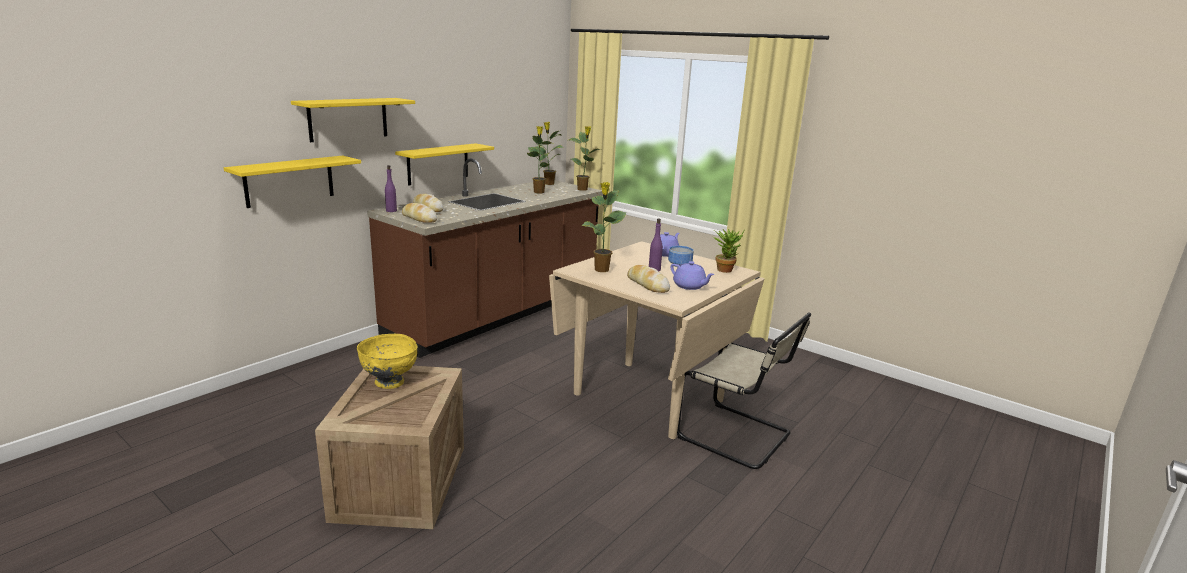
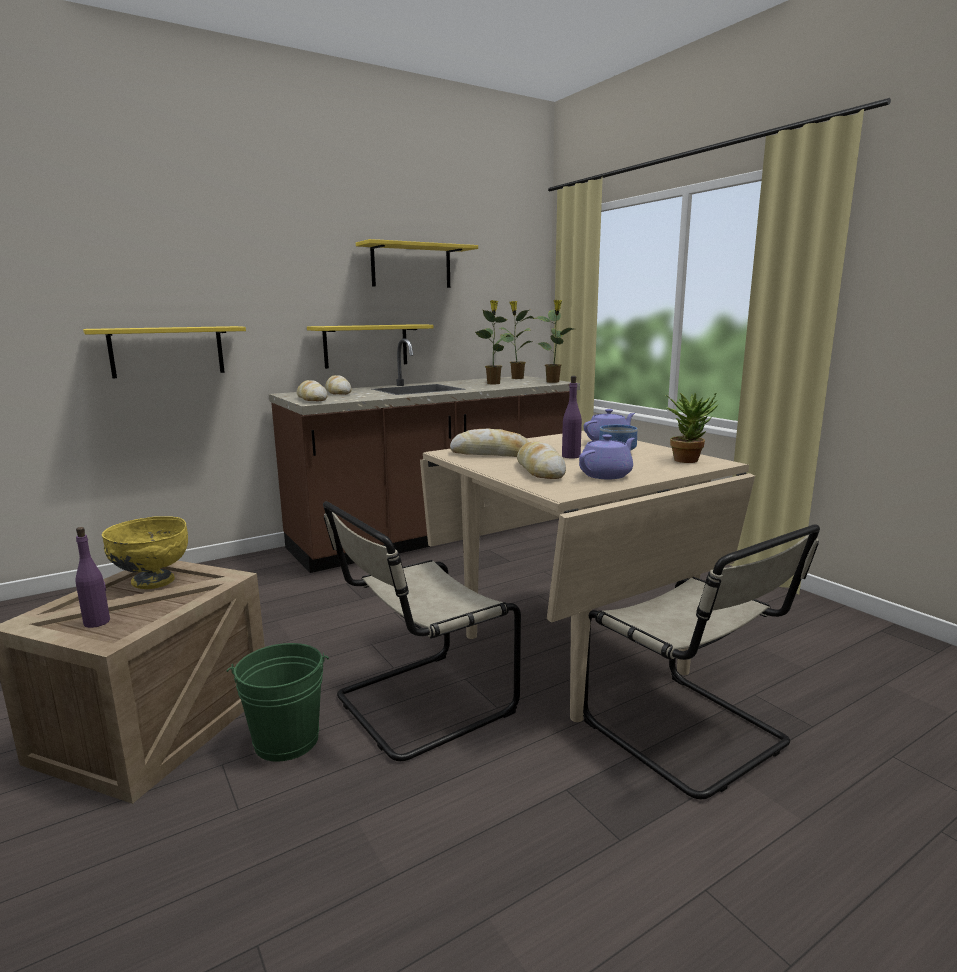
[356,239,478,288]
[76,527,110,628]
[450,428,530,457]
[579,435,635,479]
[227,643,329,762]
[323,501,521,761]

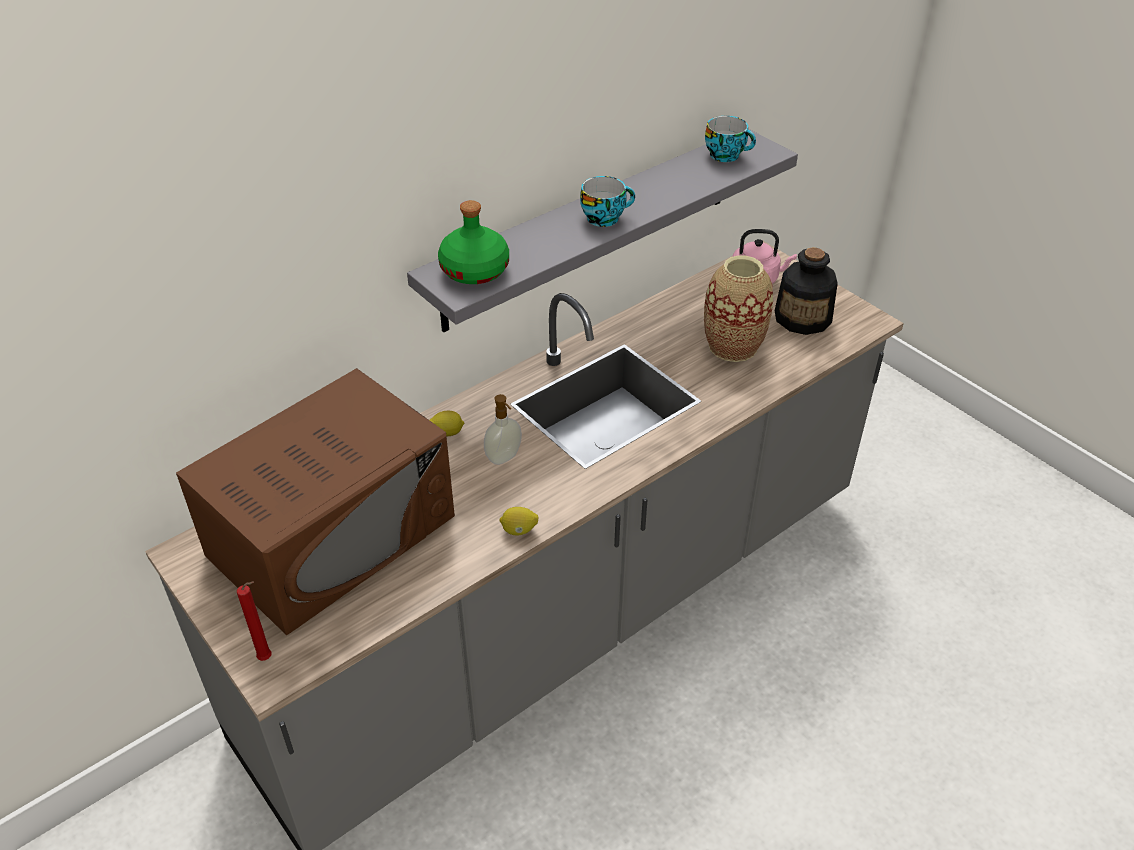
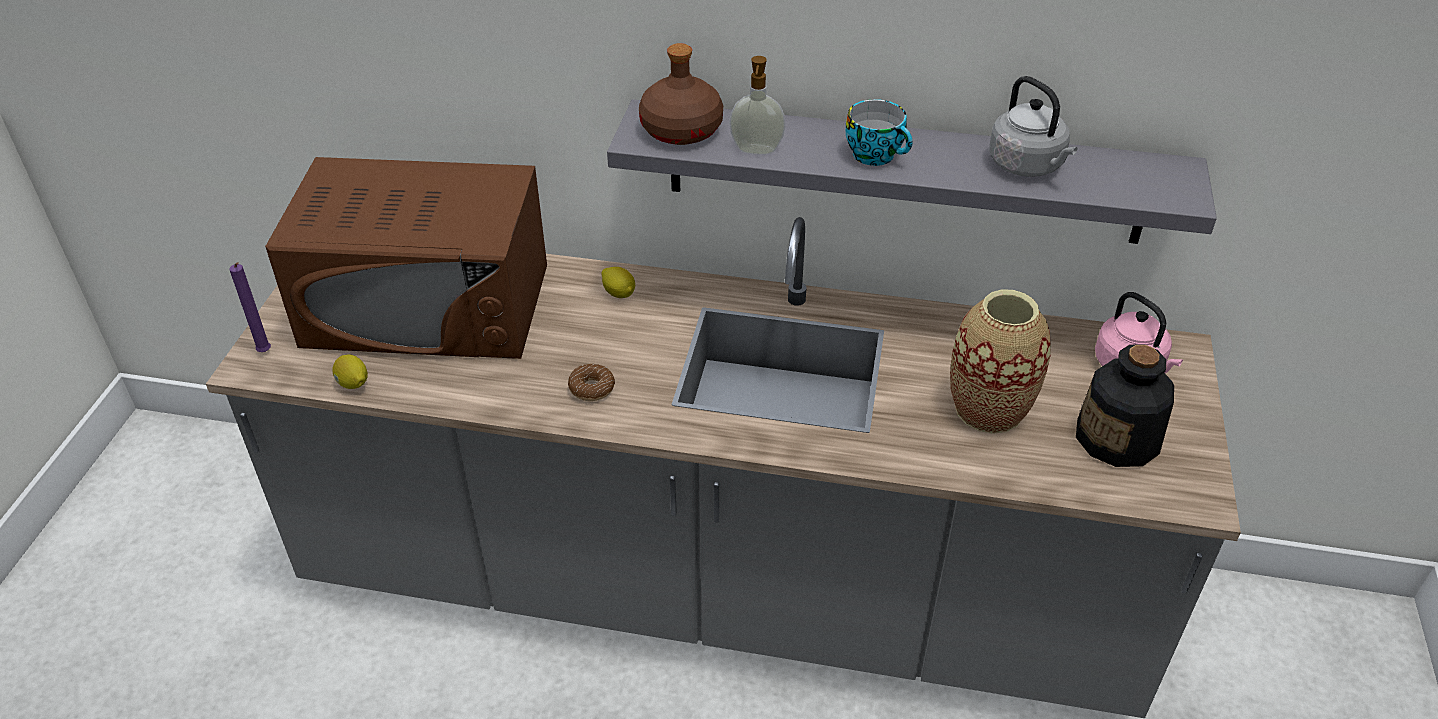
[229,262,271,352]
[639,43,723,145]
[729,56,786,155]
[332,354,368,389]
[705,116,756,162] (first image)
[568,364,615,401]
[989,76,1078,177]

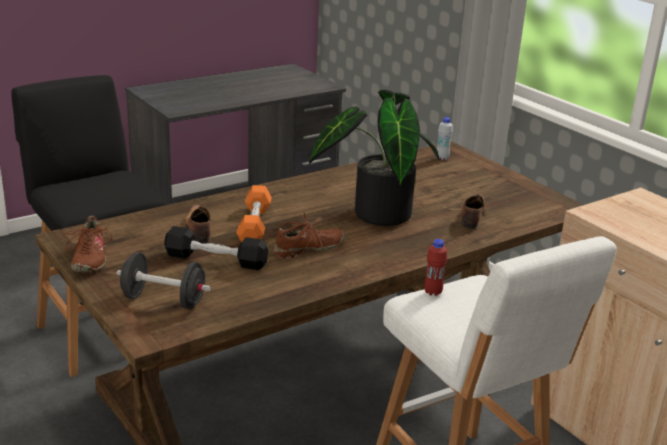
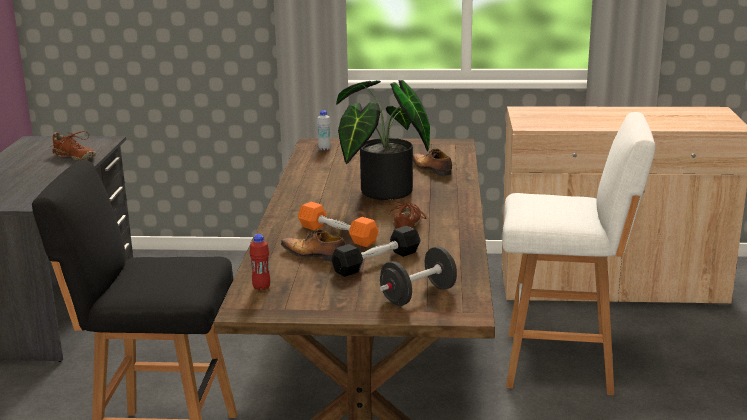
[50,131,96,161]
[250,234,270,290]

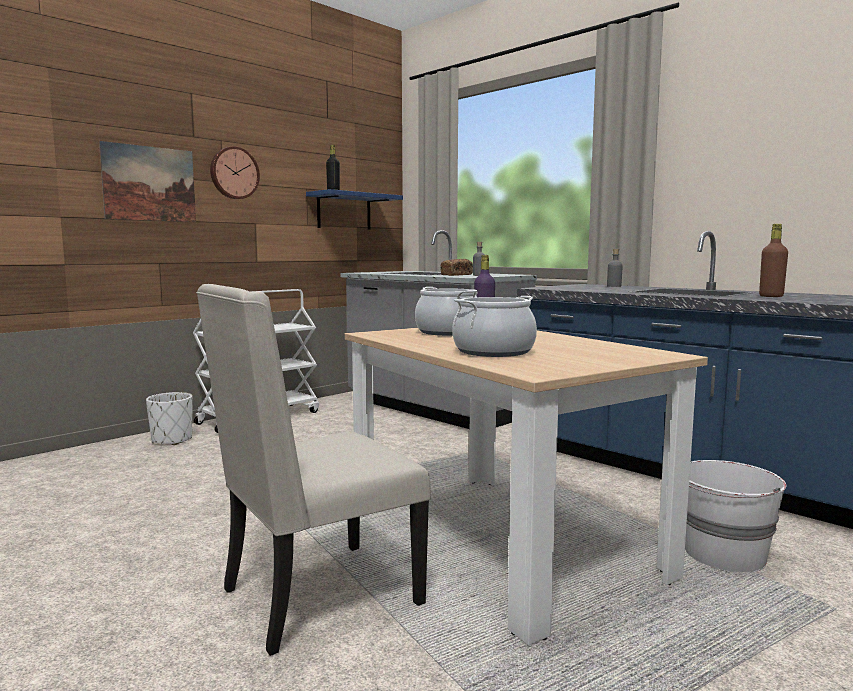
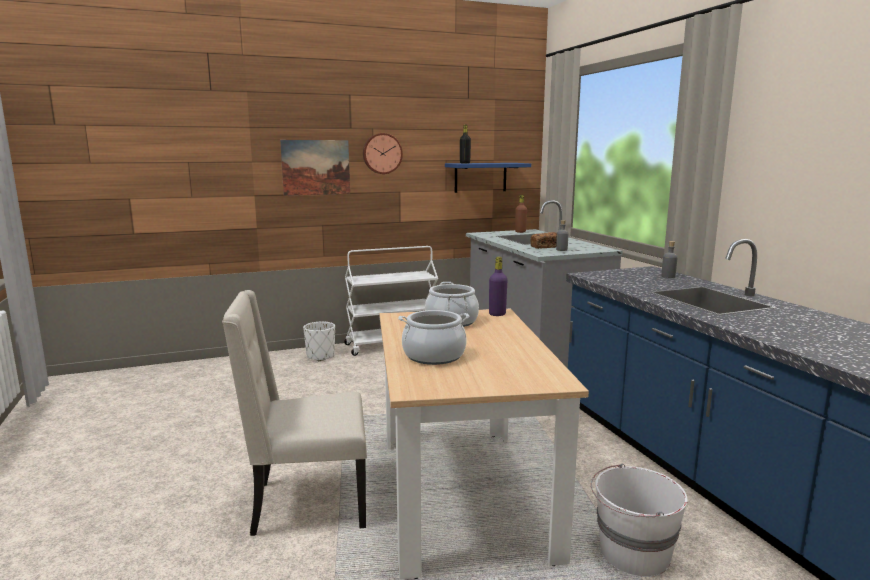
[515,195,527,233]

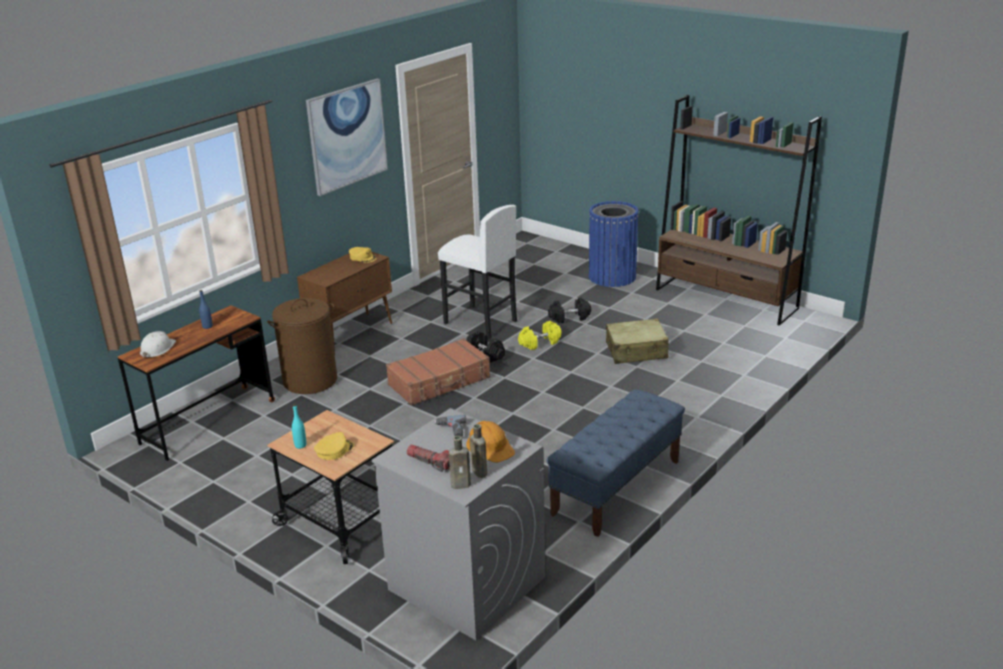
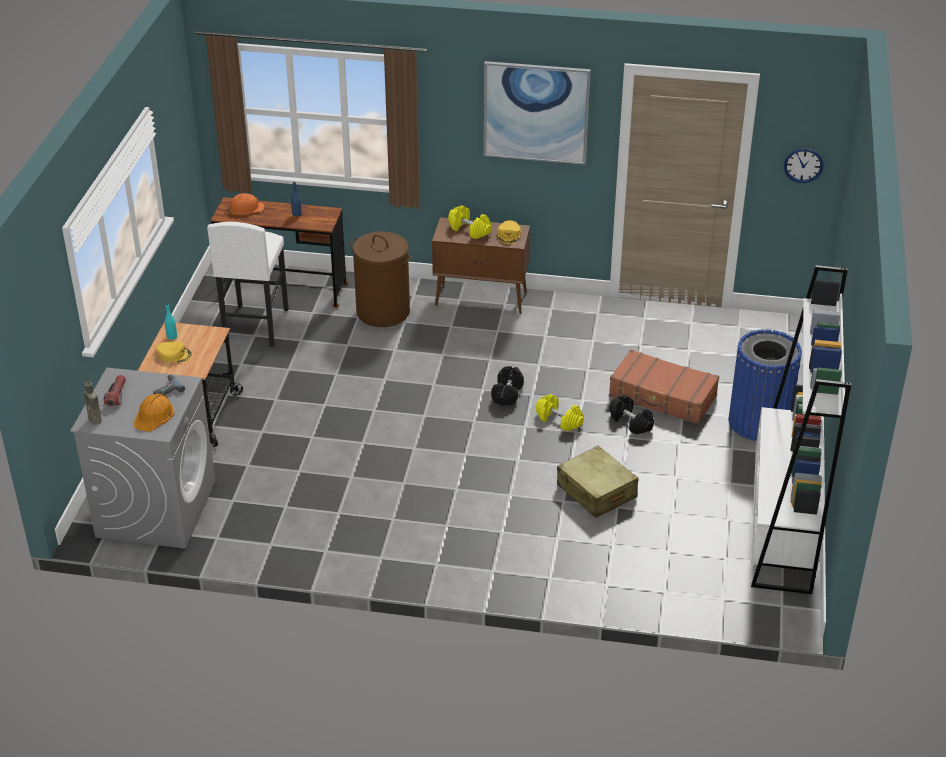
[226,193,264,215]
[609,349,719,424]
[207,222,288,347]
[470,424,487,478] (first image)
[547,389,685,537] (first image)
[751,265,852,594]
[448,205,492,239]
[784,148,823,183]

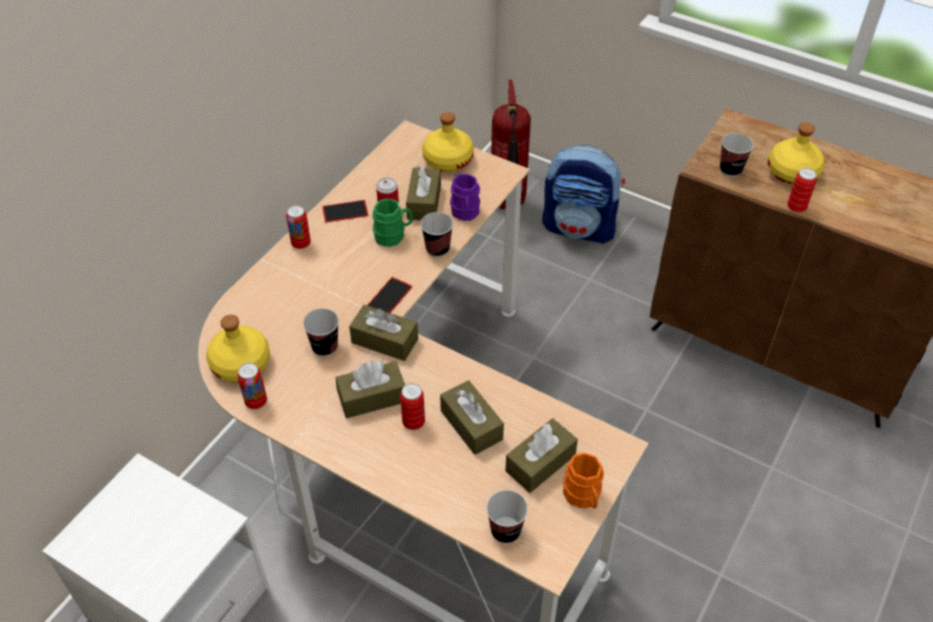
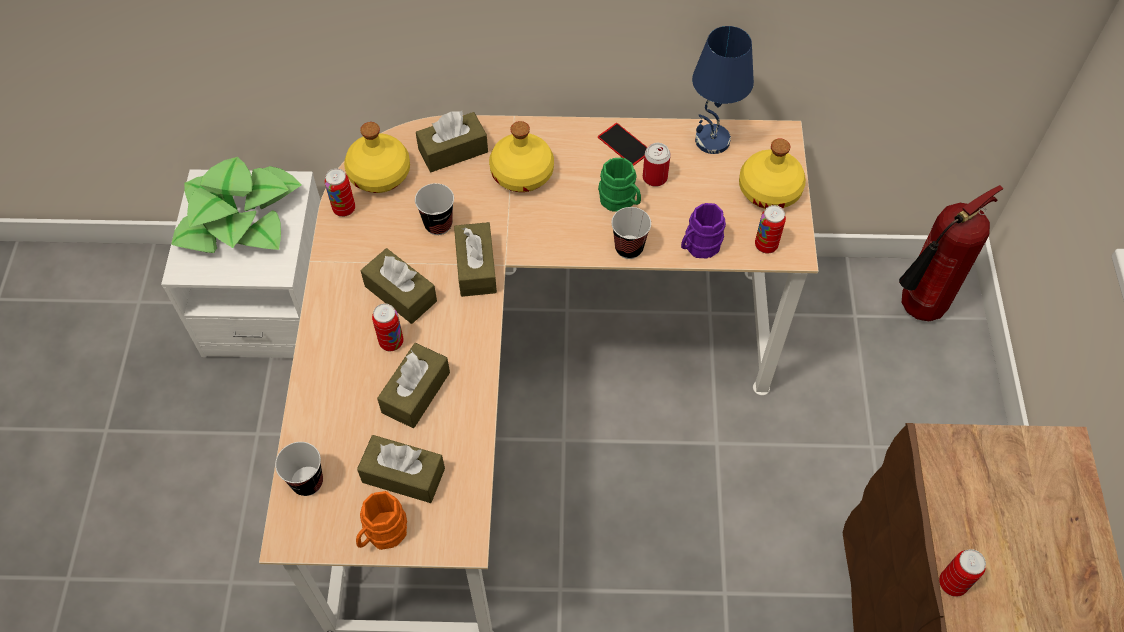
[755,205,786,253]
[367,277,412,313] (first image)
[416,111,488,172]
[542,146,625,244] (first image)
[720,133,754,177] (first image)
[489,121,554,192]
[171,157,301,253]
[692,26,754,154]

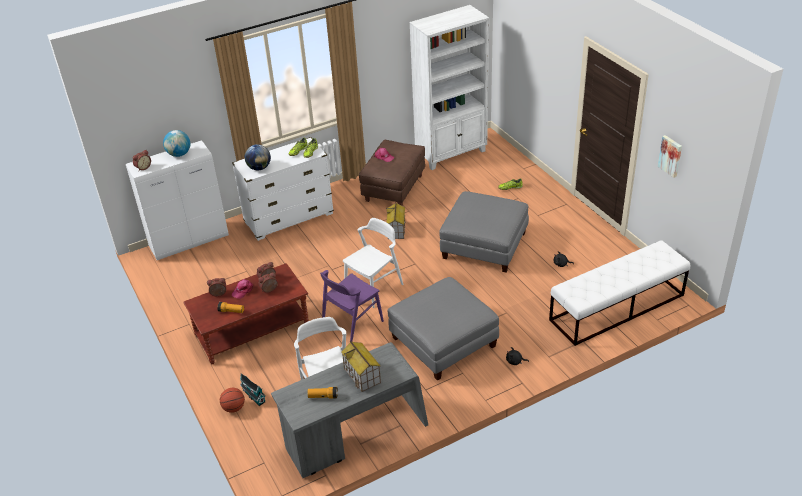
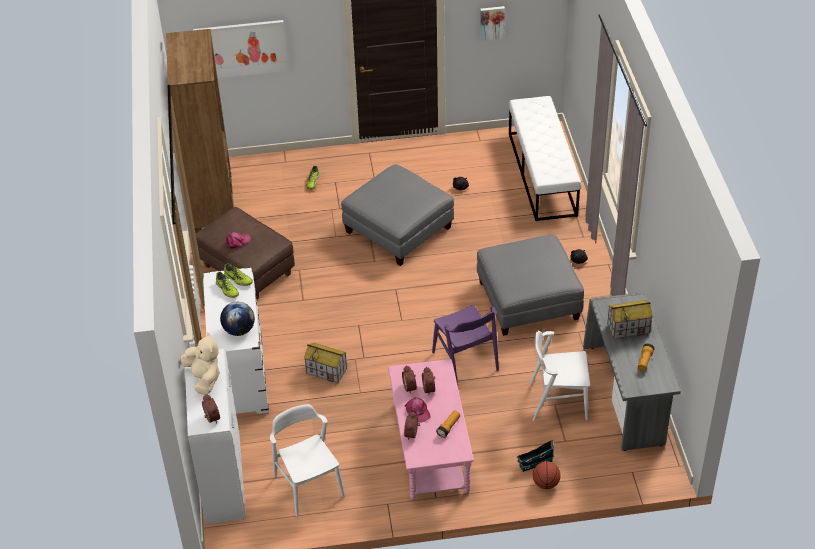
[181,332,220,395]
[388,359,474,500]
[270,404,345,516]
[304,343,347,383]
[166,29,234,234]
[193,20,288,78]

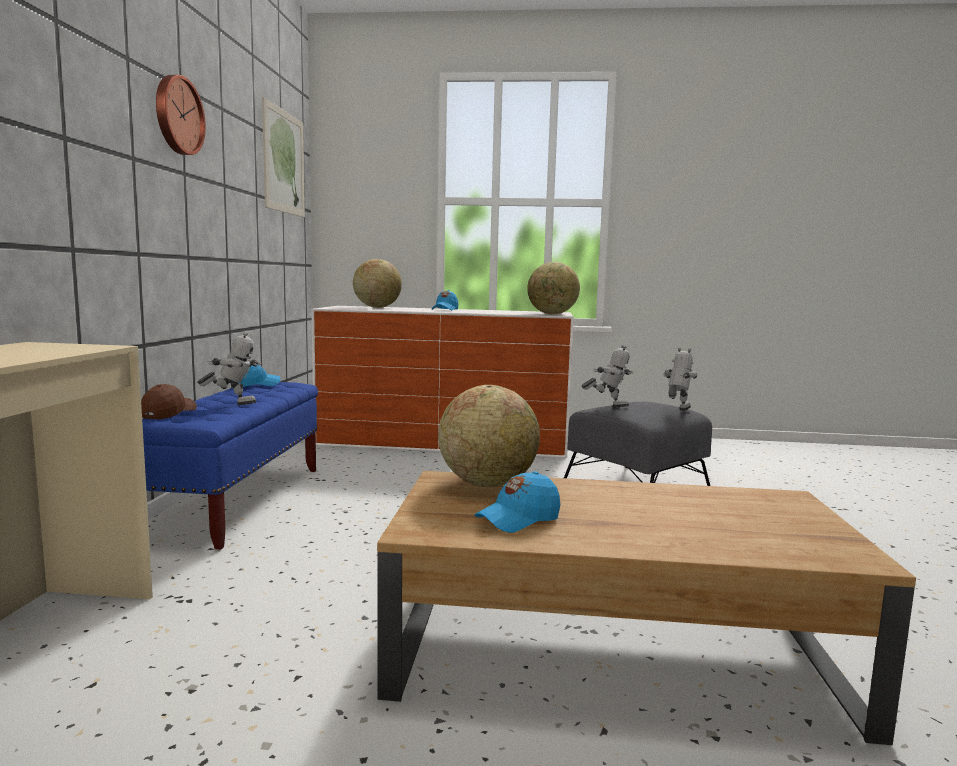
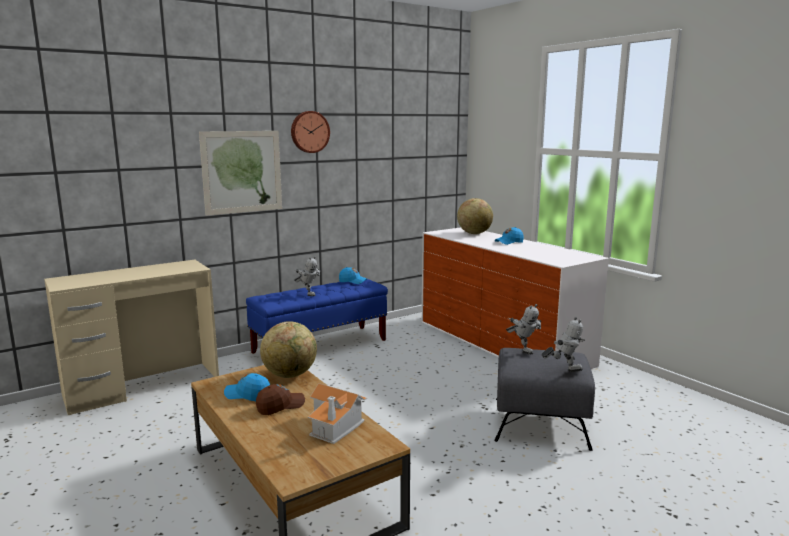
[256,384,305,415]
[199,131,282,216]
[527,262,580,314] (first image)
[308,383,367,444]

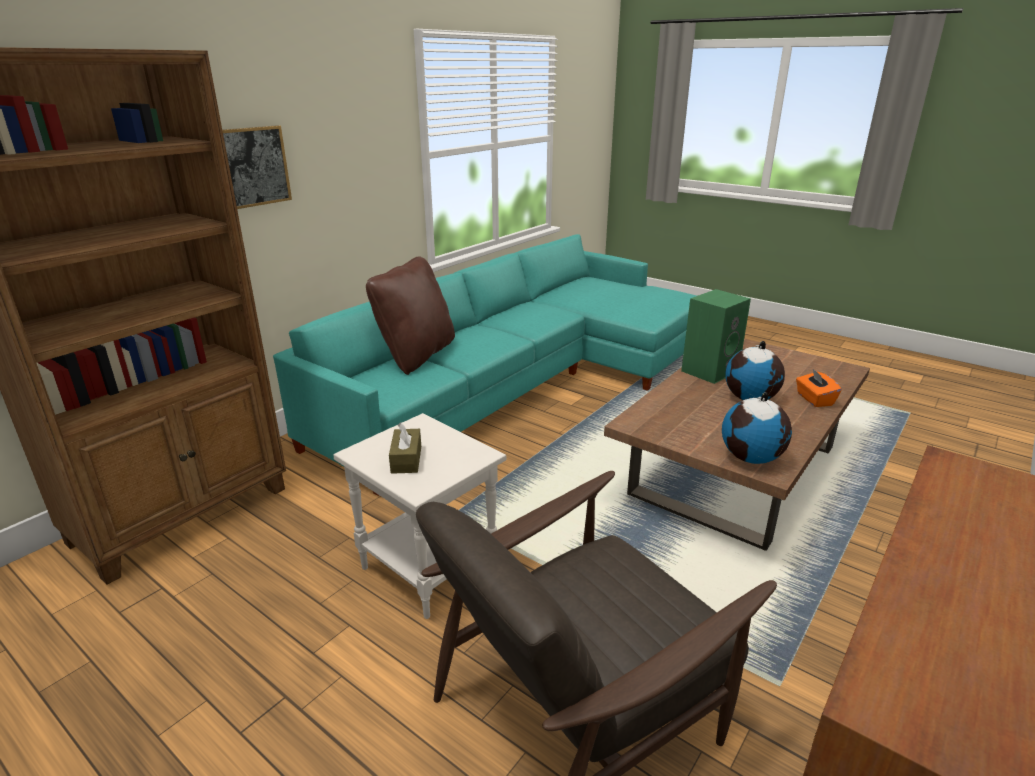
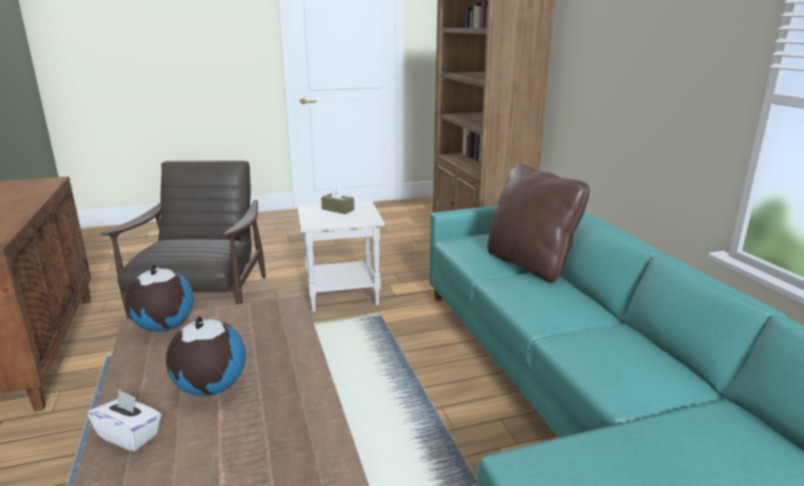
[222,125,292,209] (first image)
[681,289,751,384] (first image)
[88,390,162,452]

